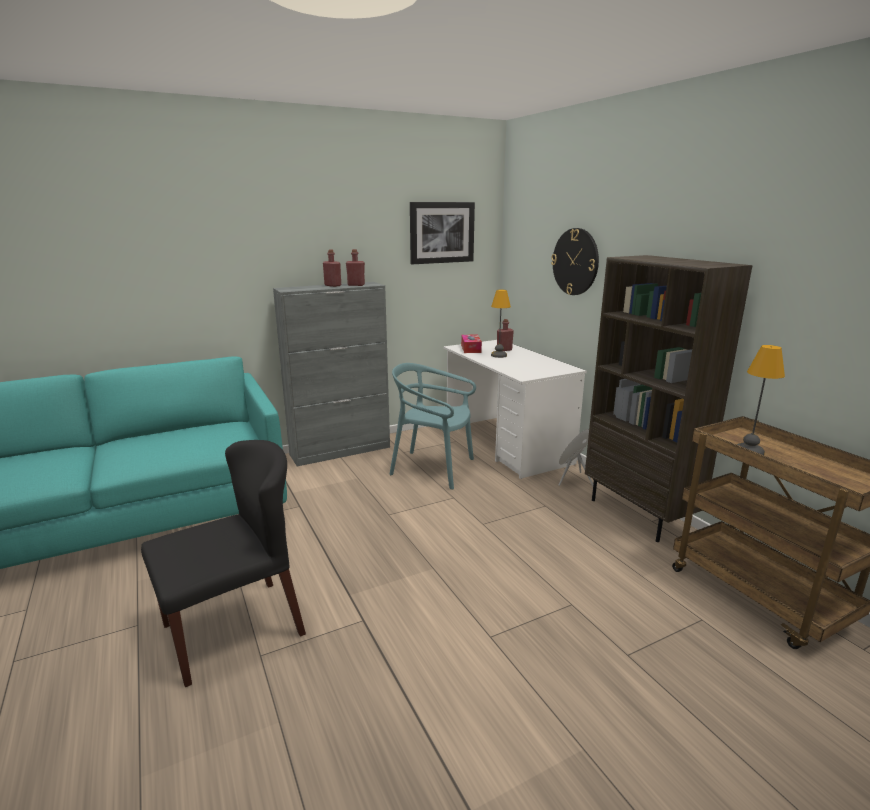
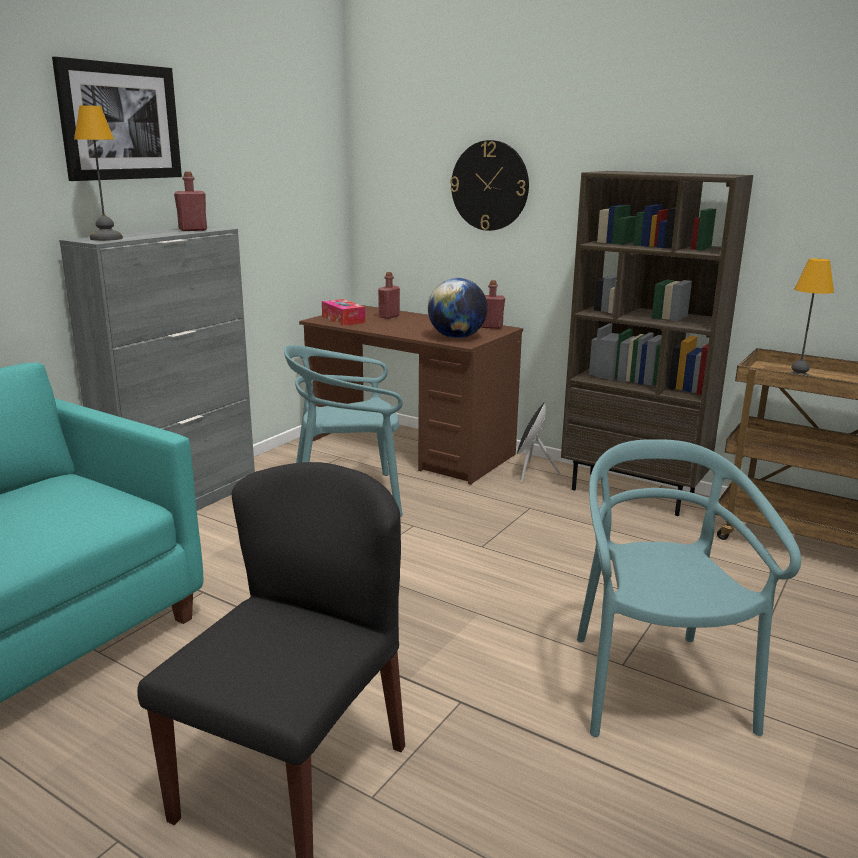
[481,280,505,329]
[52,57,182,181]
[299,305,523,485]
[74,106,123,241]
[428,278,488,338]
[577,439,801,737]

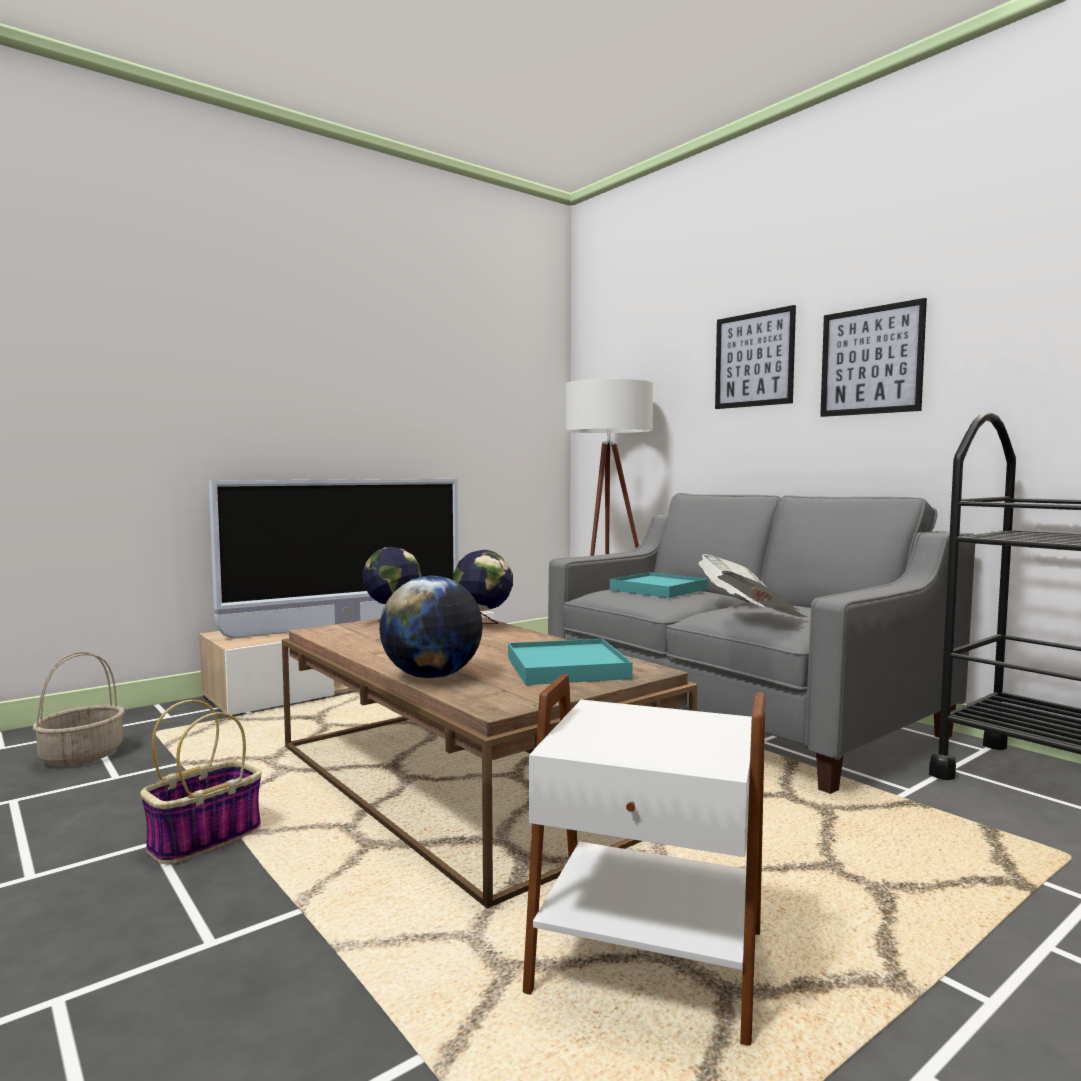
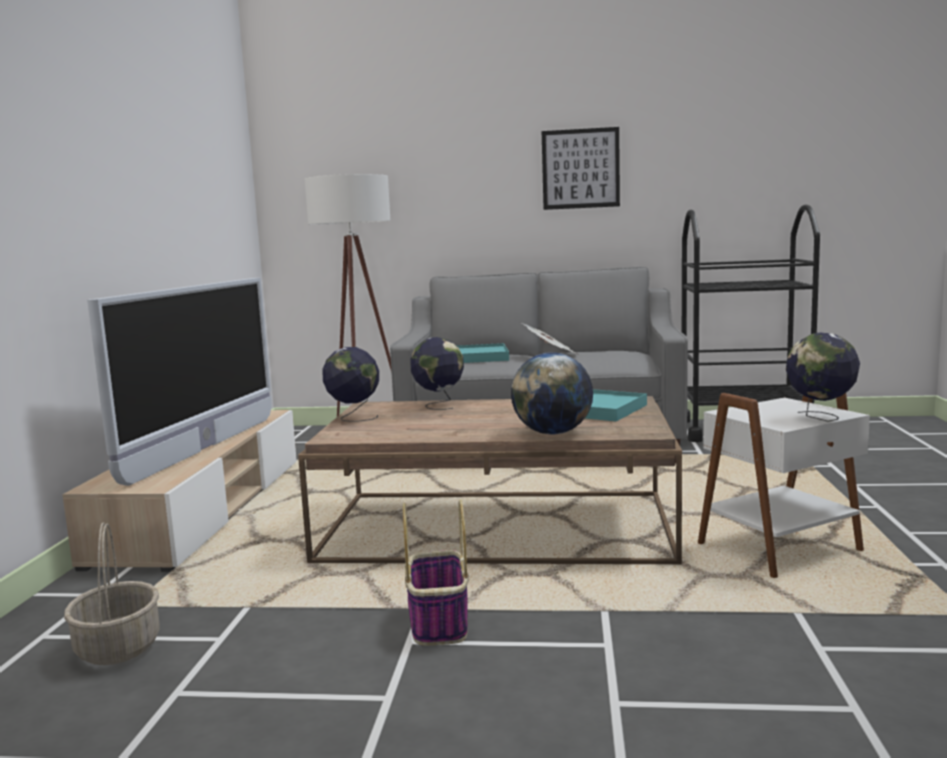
[715,305,796,409] (first image)
[718,572,807,617] (first image)
[786,333,860,422]

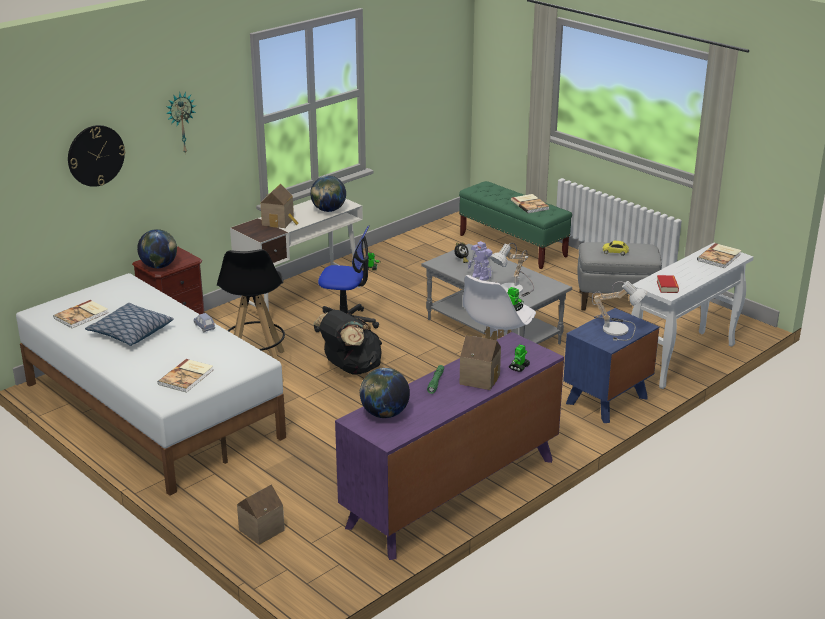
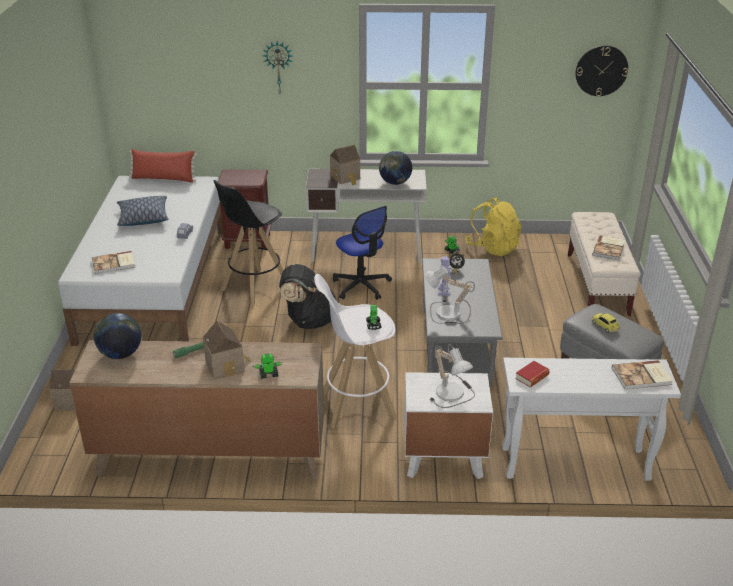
[53,300,109,328] (first image)
[576,45,628,97]
[137,229,177,268] (first image)
[69,340,324,480]
[568,212,641,316]
[404,372,493,479]
[129,149,197,183]
[465,197,521,256]

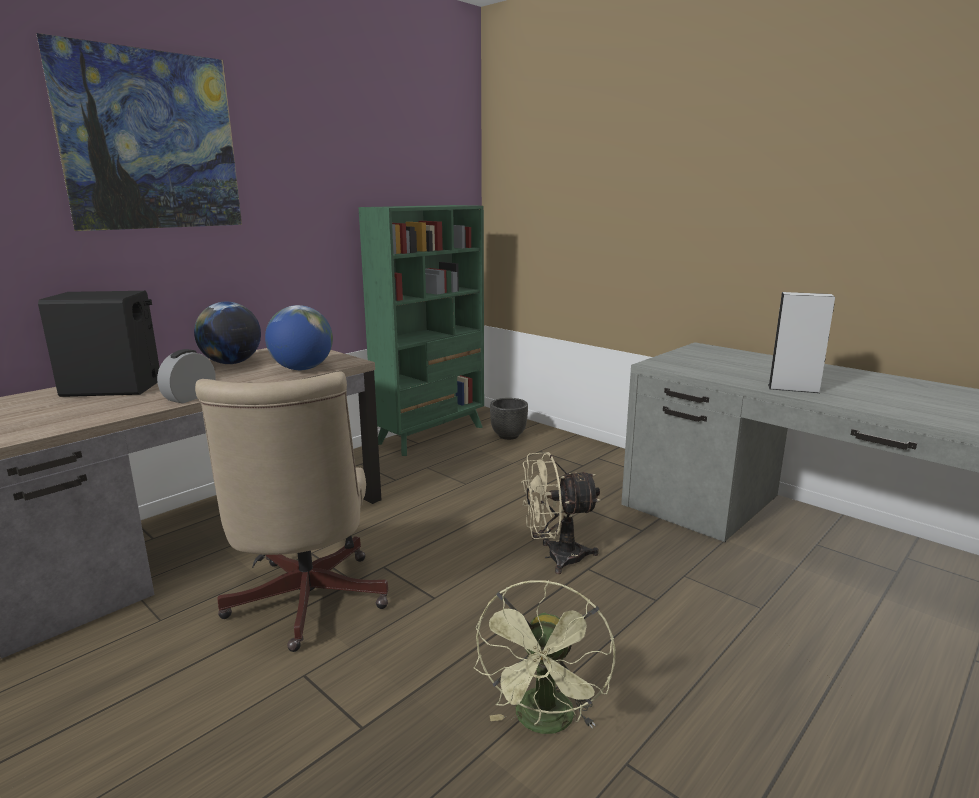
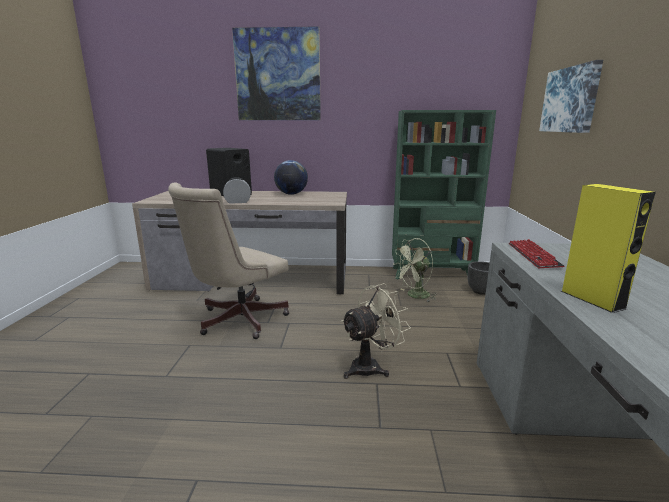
[265,305,333,370] (first image)
[394,238,437,302]
[341,283,411,379]
[561,184,656,313]
[508,239,564,268]
[539,60,603,133]

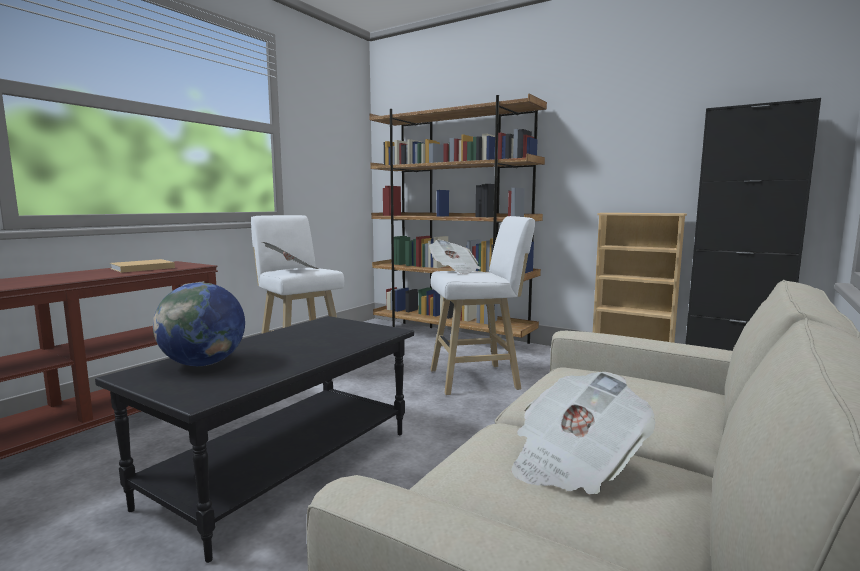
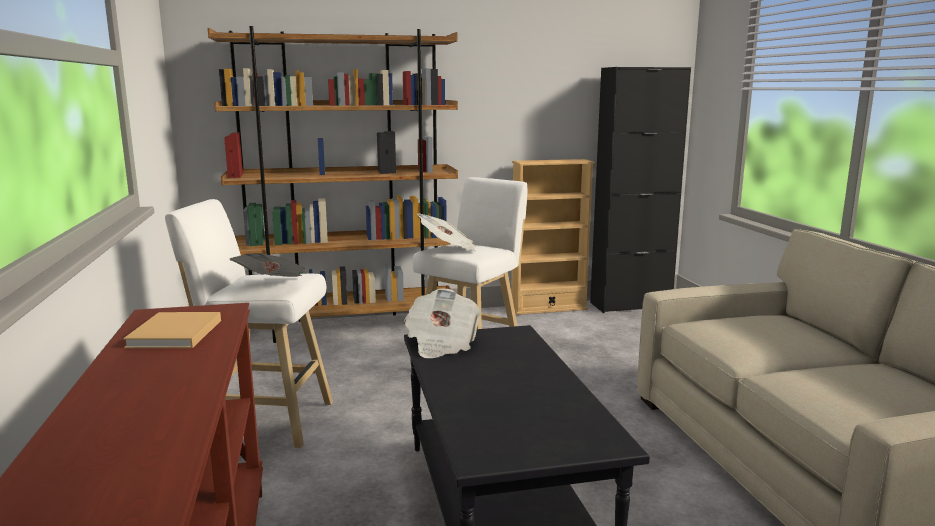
[153,282,245,366] (first image)
[404,288,481,358]

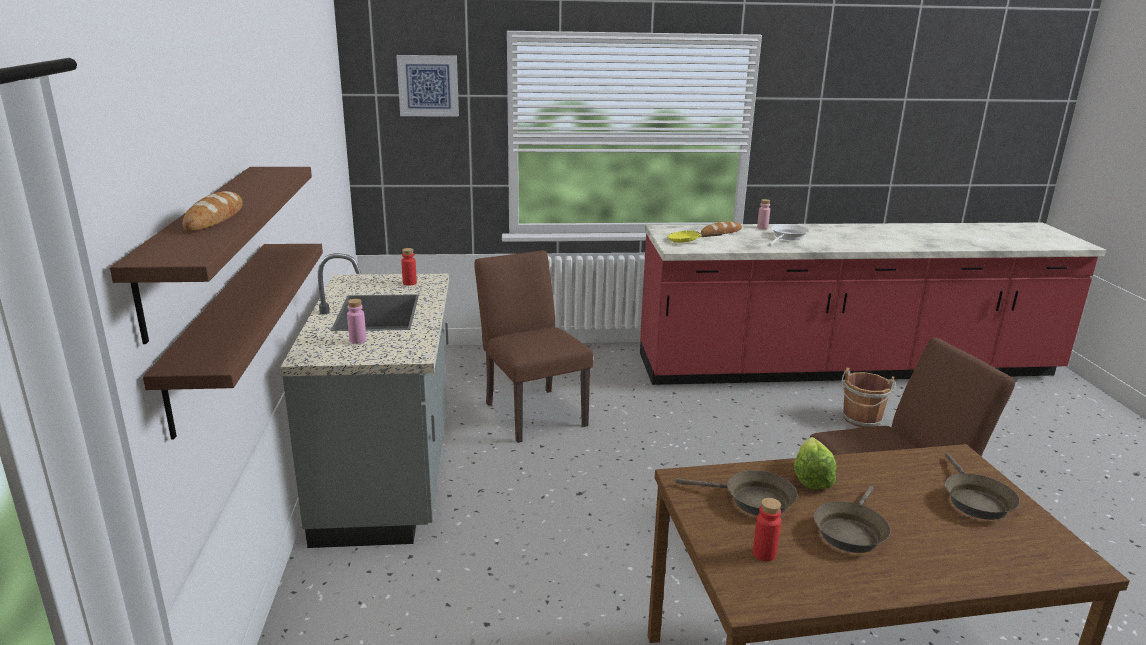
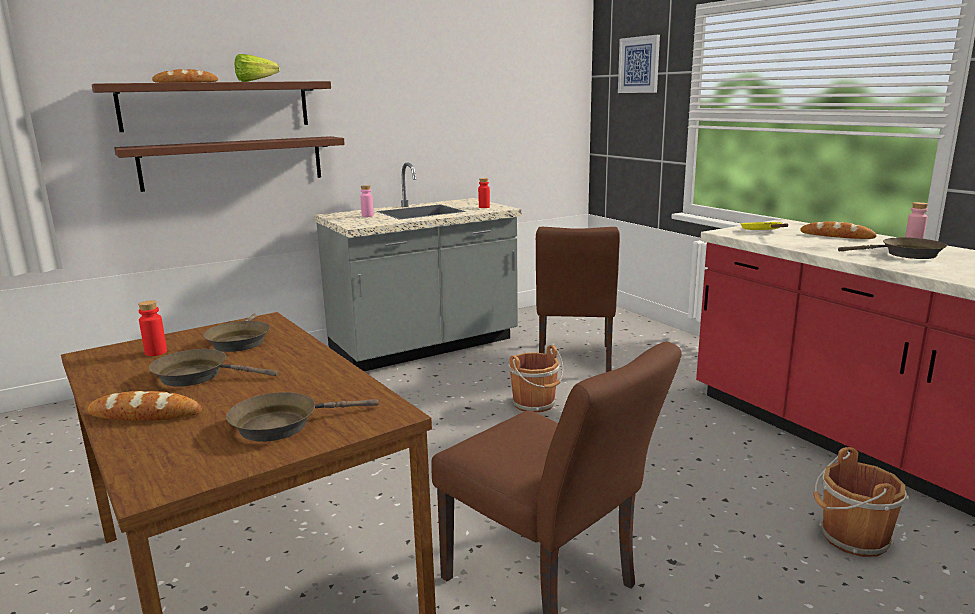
[536,227,620,372]
[838,237,947,259]
[235,54,280,82]
[88,391,202,421]
[509,345,563,413]

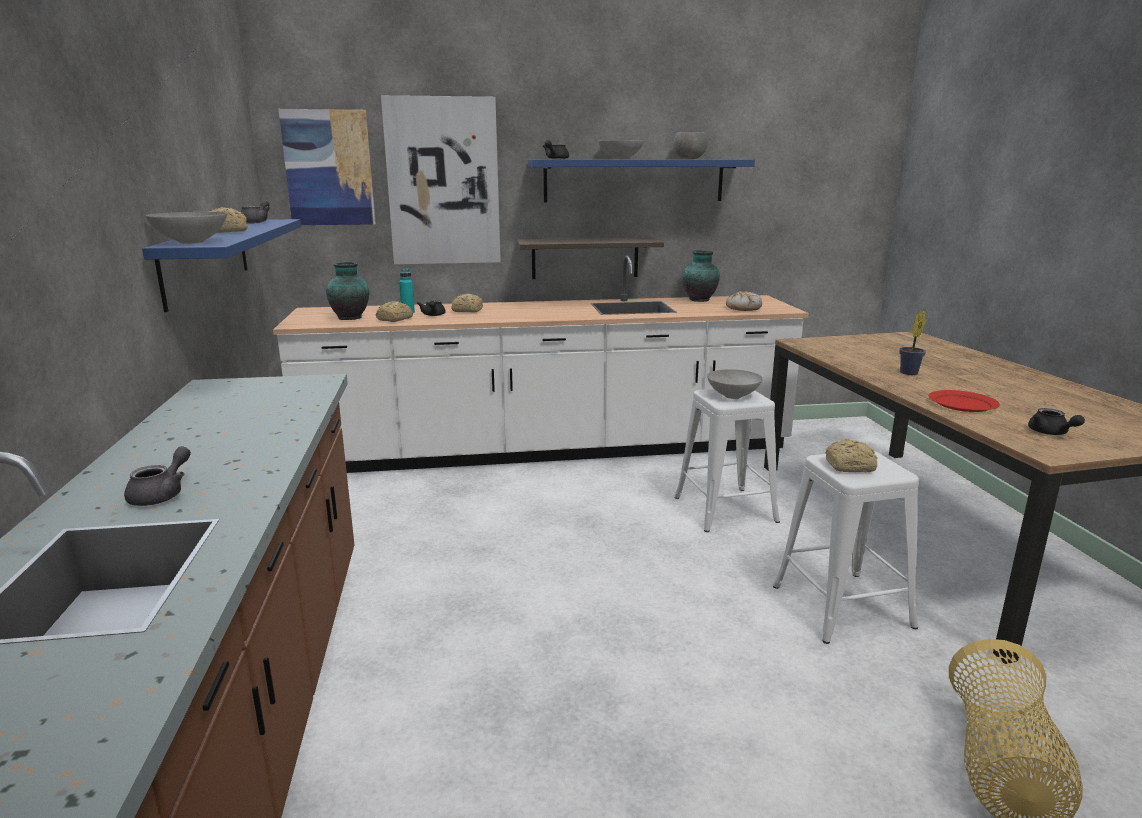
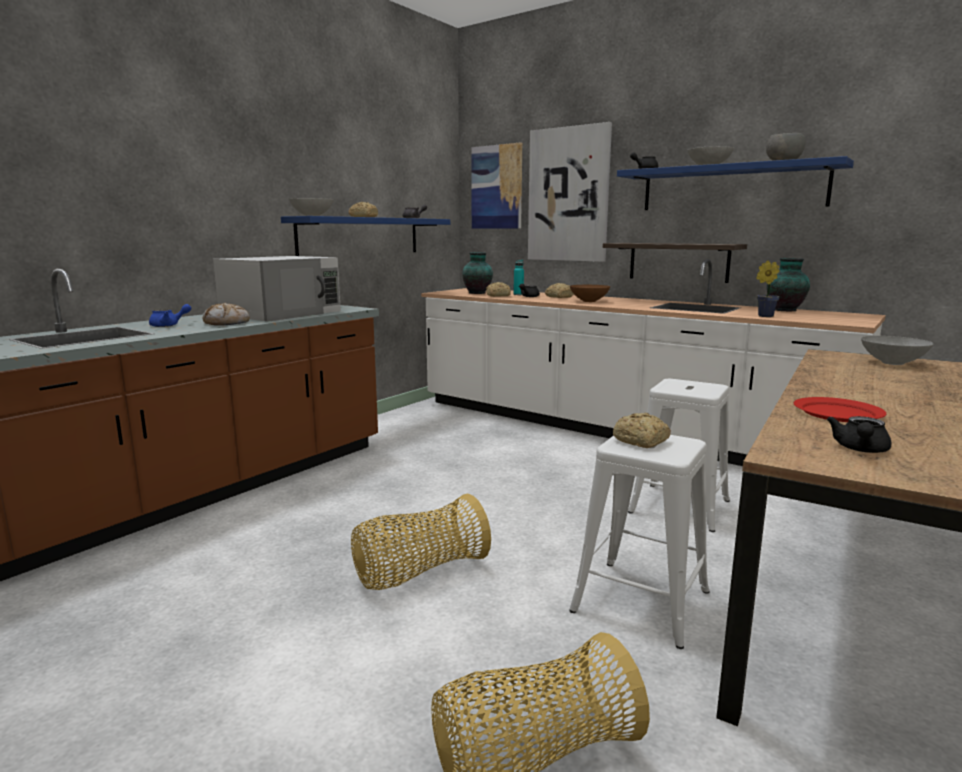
[149,304,192,327]
[861,336,933,365]
[202,303,250,326]
[756,260,780,317]
[213,256,341,322]
[351,494,491,590]
[570,285,610,302]

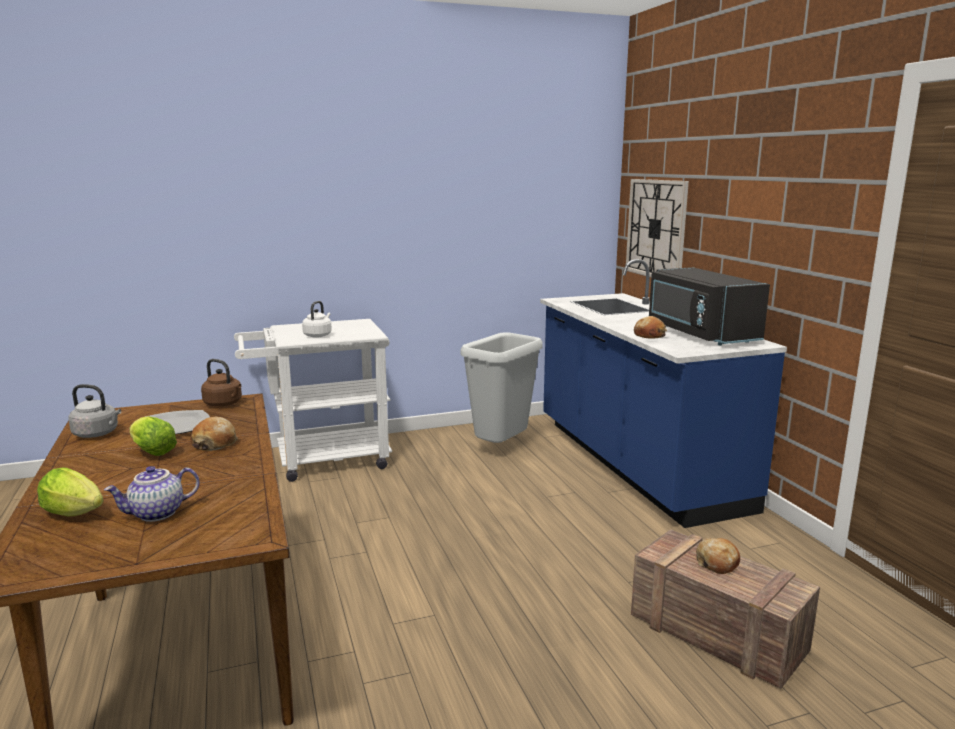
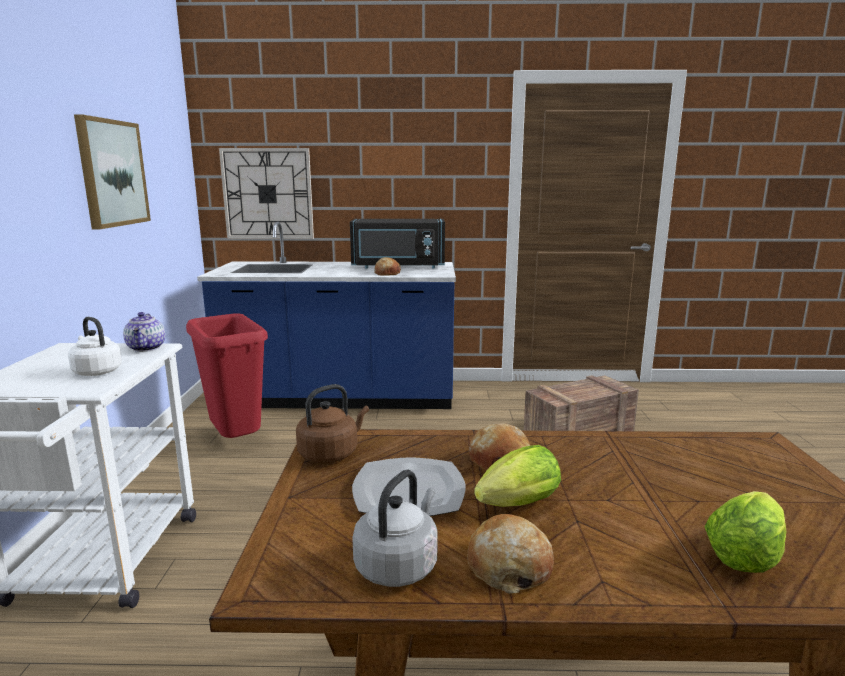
[123,312,165,352]
[186,313,268,438]
[467,514,554,594]
[74,115,151,229]

